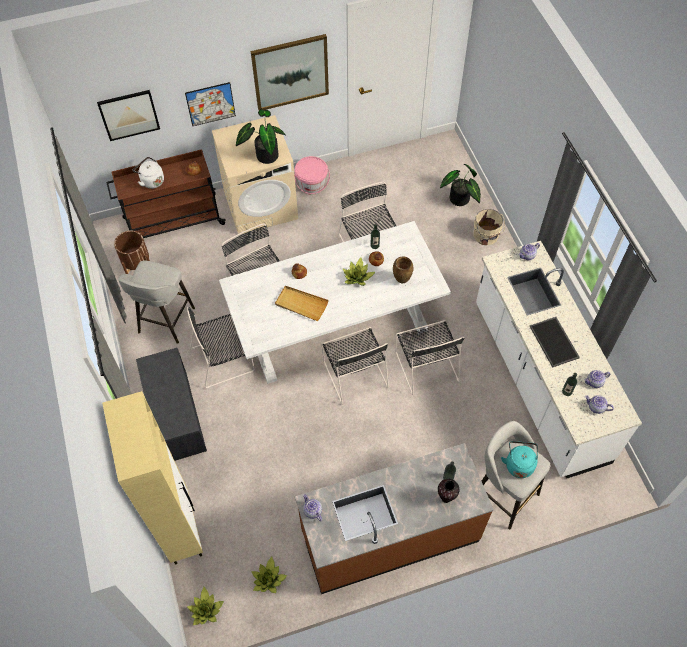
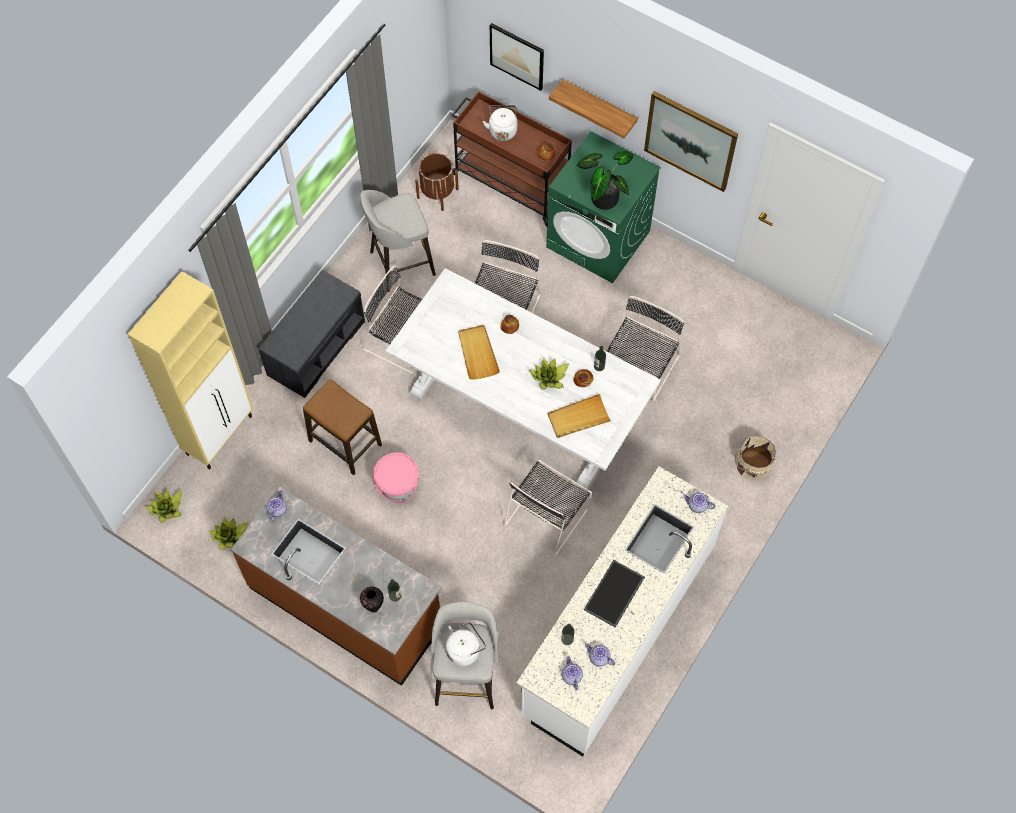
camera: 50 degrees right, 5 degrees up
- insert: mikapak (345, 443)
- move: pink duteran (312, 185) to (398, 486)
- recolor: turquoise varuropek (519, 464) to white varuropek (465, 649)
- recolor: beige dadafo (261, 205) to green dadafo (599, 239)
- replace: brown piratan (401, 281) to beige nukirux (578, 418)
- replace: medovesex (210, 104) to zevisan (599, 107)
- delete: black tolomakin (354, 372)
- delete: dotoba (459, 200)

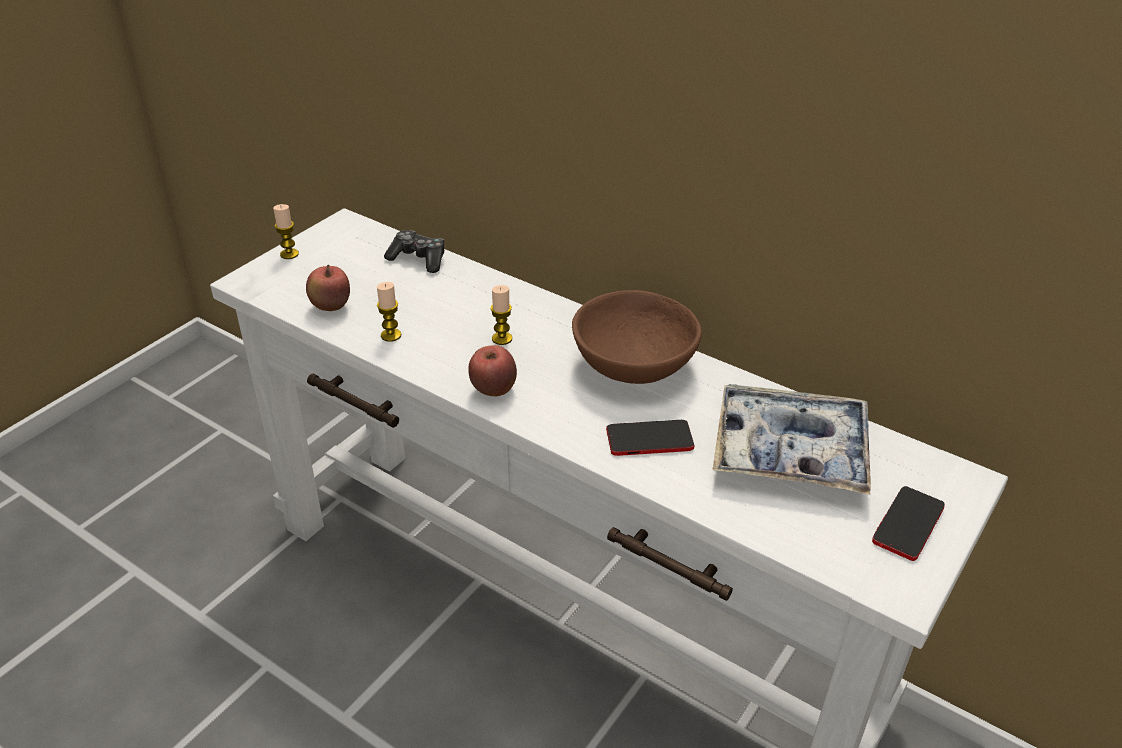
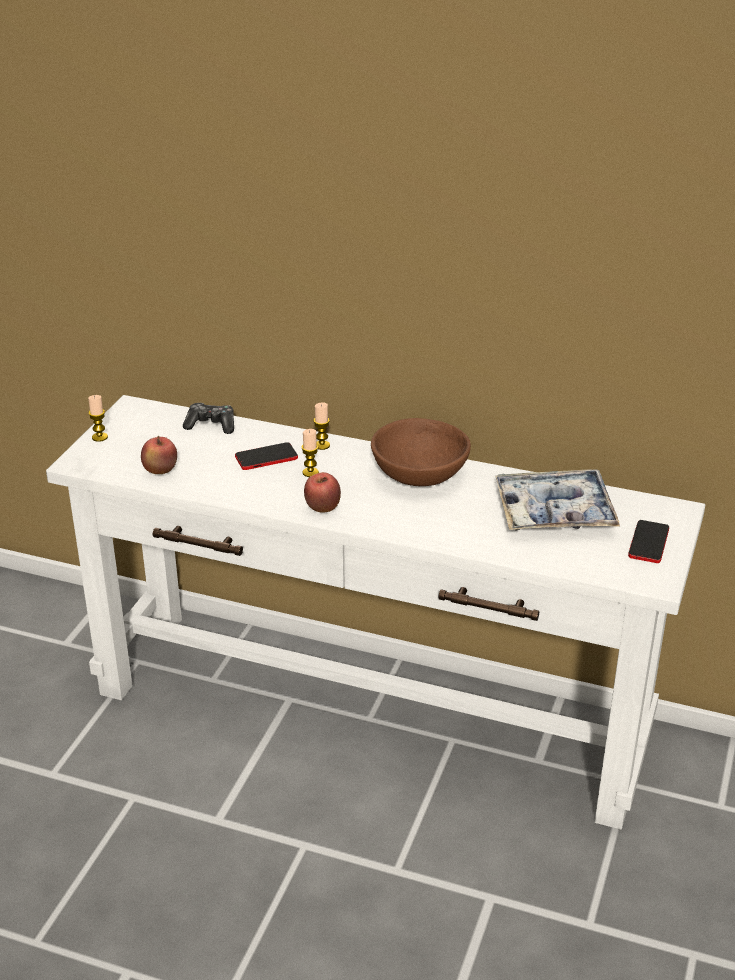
camera: 15 degrees left, 5 degrees down
- move: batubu (649, 439) to (266, 457)
- move: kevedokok (391, 335) to (322, 445)

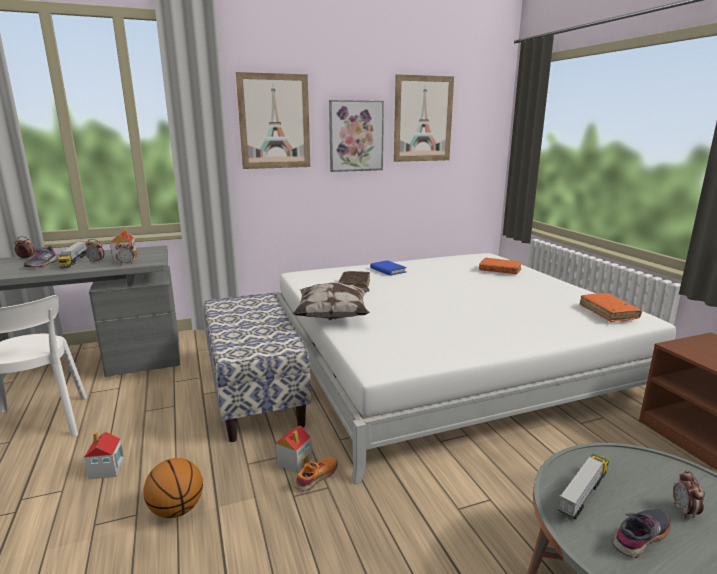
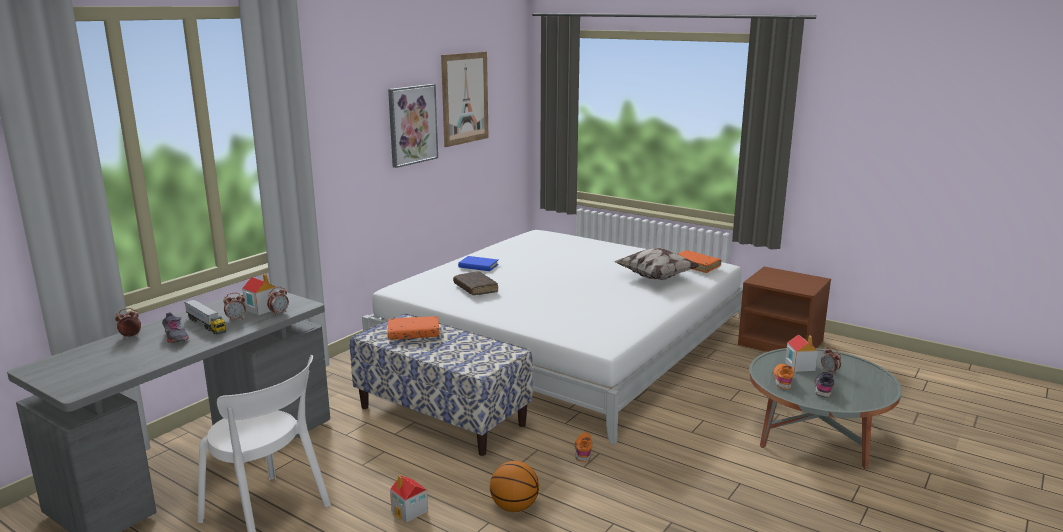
camera: 35 degrees left, 0 degrees up
- move: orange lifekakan (500, 270) to (413, 334)
- move: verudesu (334, 316) to (656, 277)
- replace: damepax (583, 494) to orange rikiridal (782, 380)
- move: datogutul (294, 461) to (799, 366)
- delete: medovesex (274, 121)

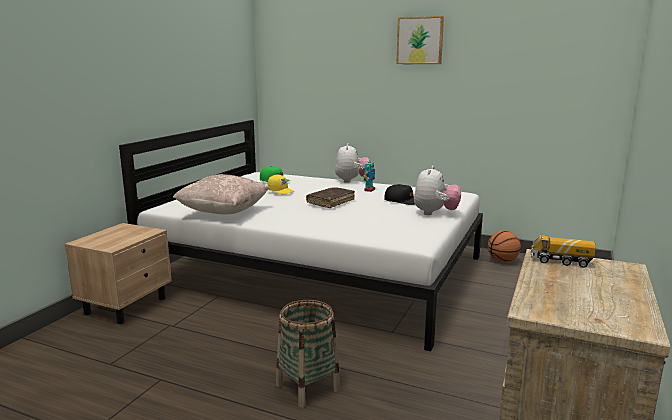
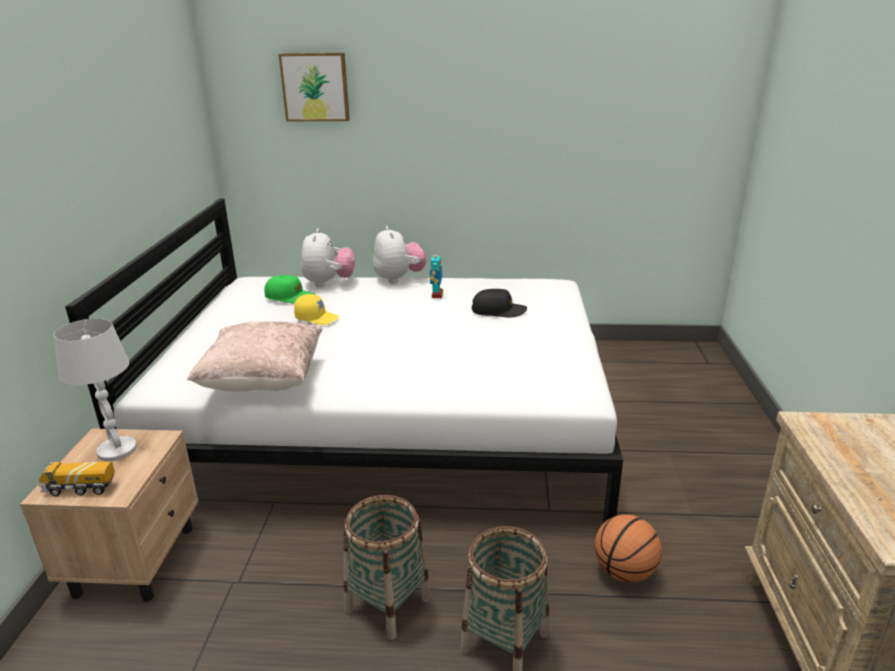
camera: 20 degrees left, 10 degrees up
- move: damepax (560, 262) to (80, 488)
- insert: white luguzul (116, 450)
- move: medovesex (420, 40) to (315, 87)
- move: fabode (435, 213) to (328, 283)
- insert: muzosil (387, 604)
- move: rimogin (502, 261) to (624, 572)
- delete: brown lifekakan (330, 202)

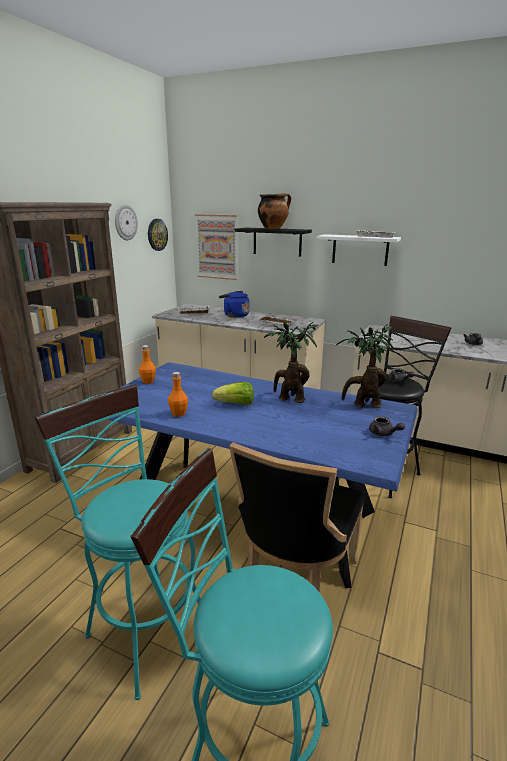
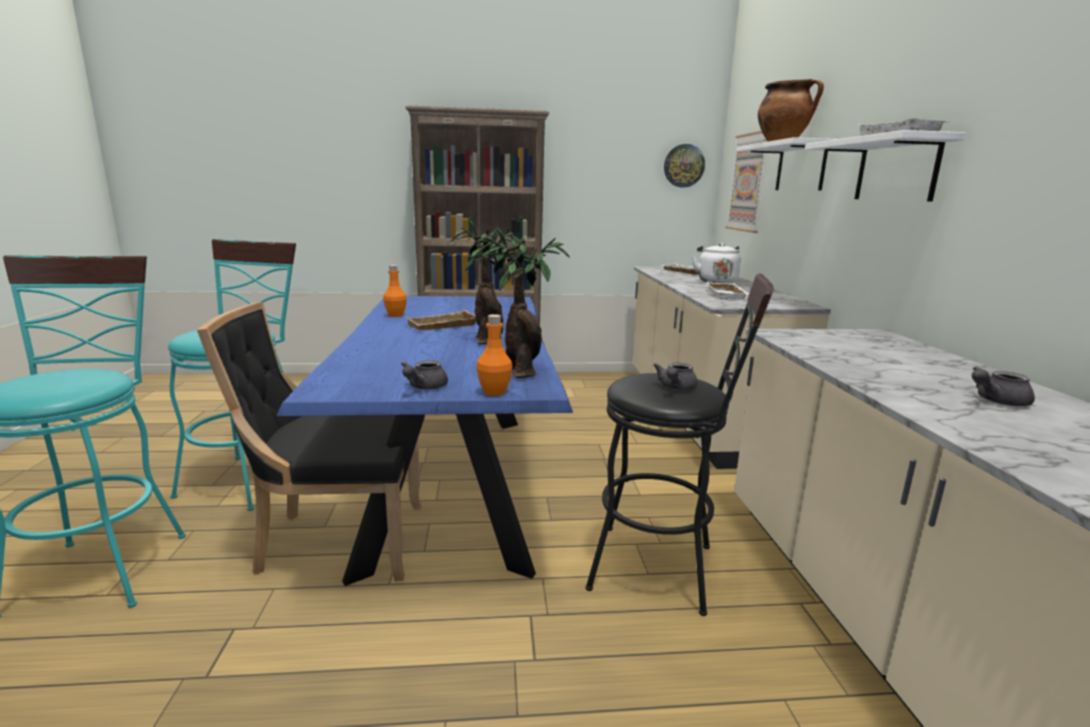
camera: 60 degrees right, 5 degrees down
- replace: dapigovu (236, 404) to beige nukirux (442, 326)
- move: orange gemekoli (148, 381) to (494, 392)
- recolor: blue varuropek (234, 315) to white varuropek (716, 281)
- recolor: black zevisan (277, 241) to white zevisan (800, 167)
- delete: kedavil (125, 222)

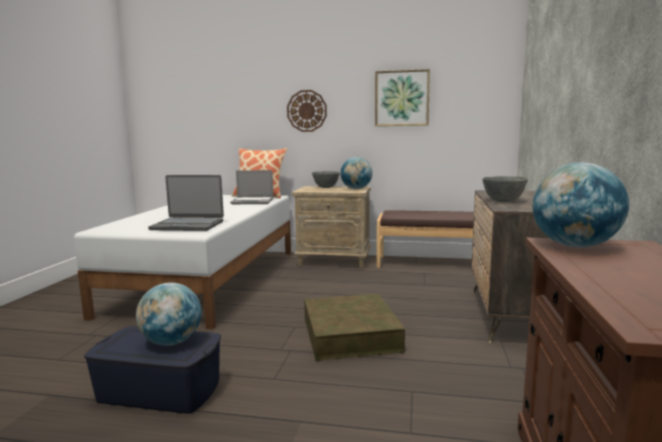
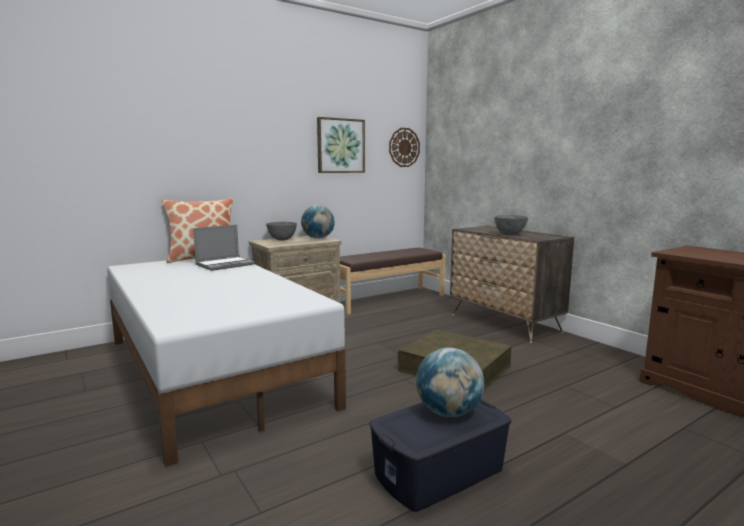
camera: 45 degrees left, 0 degrees up
- move: kedavil (306, 111) to (404, 147)
- delete: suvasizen (188, 225)
- delete: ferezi (574, 246)

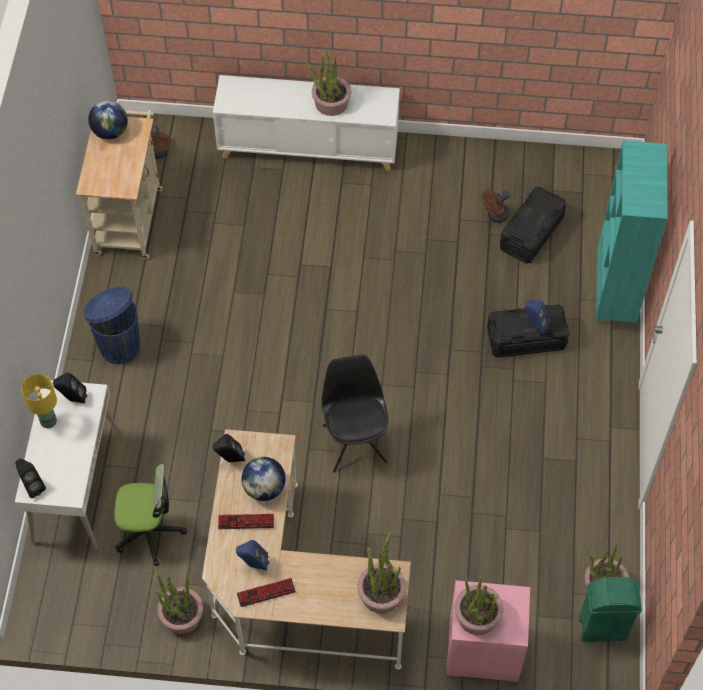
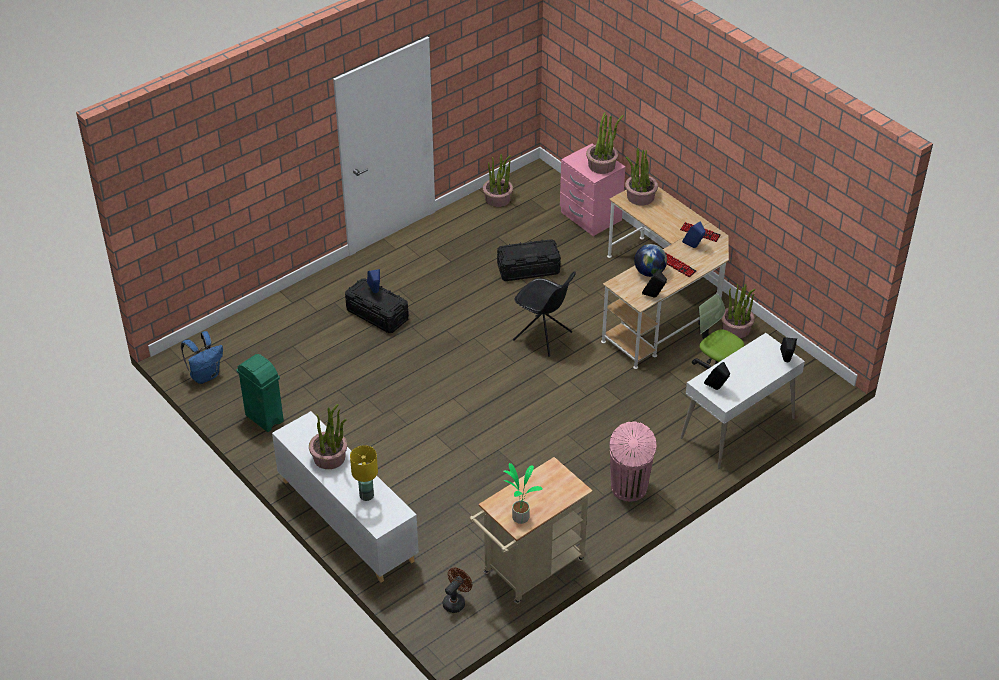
camera: 135 degrees left, 15 degrees down
- insert: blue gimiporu (205, 375)
- move: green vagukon (601, 628) to (264, 418)
- move: yellow luguzul (48, 421) to (366, 496)
- move: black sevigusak (531, 233) to (528, 269)
- replace: ferezi (110, 132) to dotoba (520, 516)
- rotate: black tolomakin (354, 442) = (543, 336) 90 degrees counterclockwise
- recolor: blue vagukon (119, 346) to pink vagukon (629, 488)
- delete: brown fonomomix (495, 216)
- delete: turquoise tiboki (614, 297)

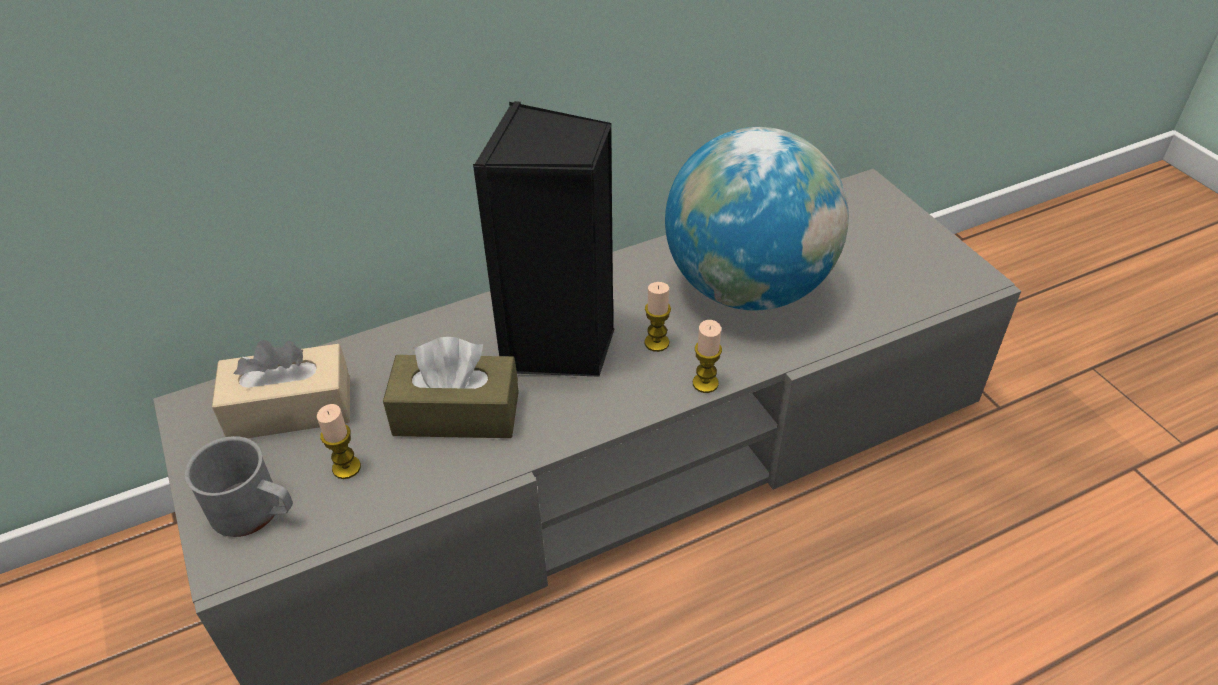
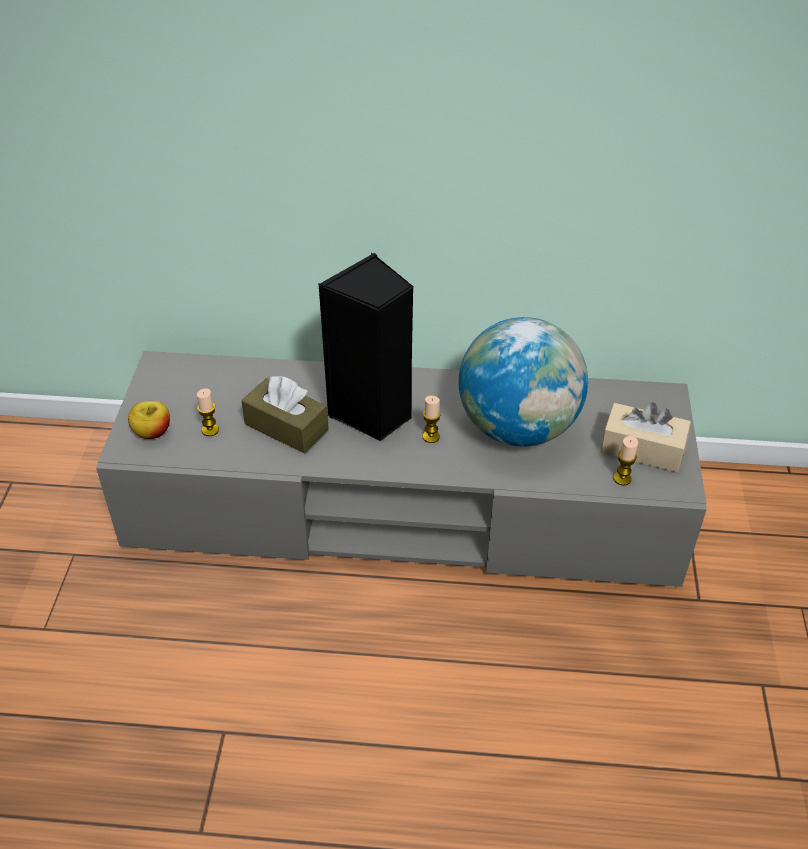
camera: 30 degrees right, 0 degrees up
- replace: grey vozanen (255, 512) to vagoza (152, 432)
- move: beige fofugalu (290, 409) to (642, 449)
- move: kevedokok (705, 383) to (622, 478)

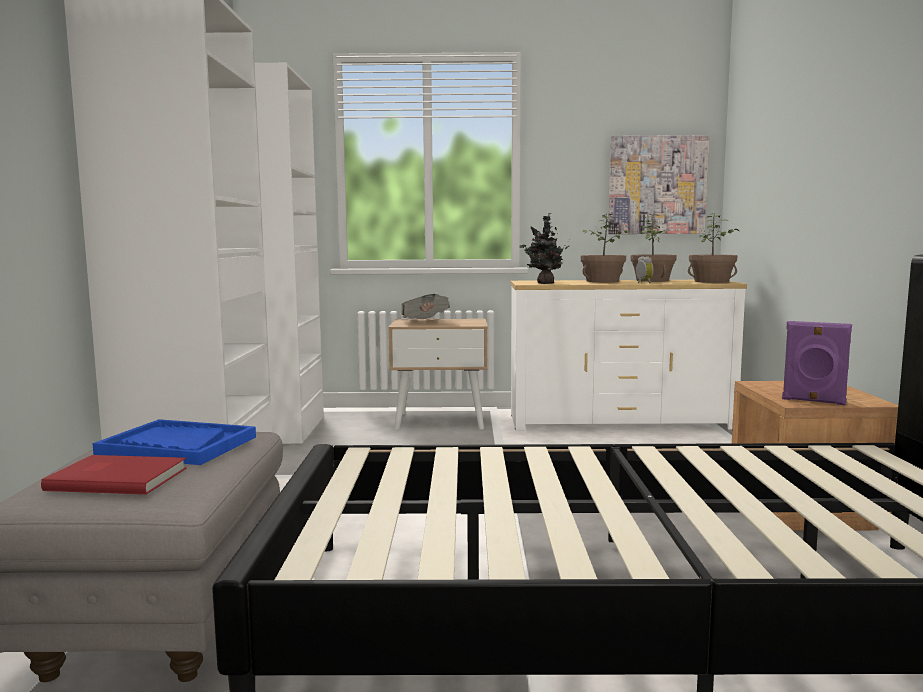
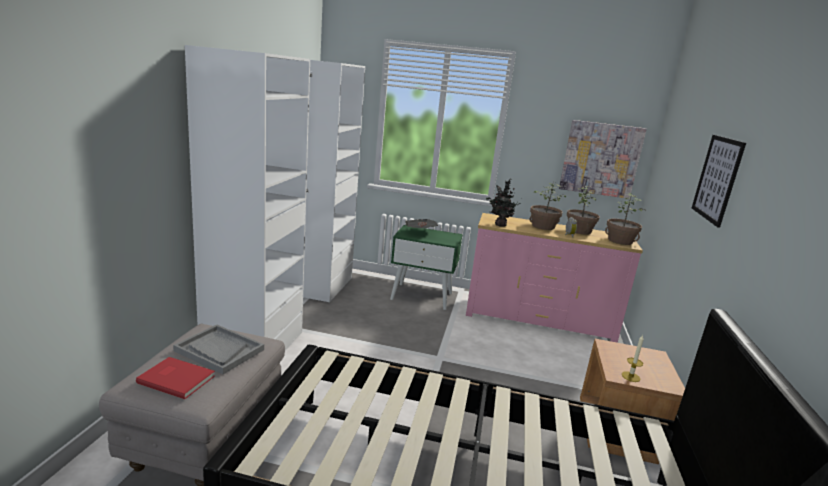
camera: 10 degrees right, 10 degrees up
- recolor: blue nukirux (177, 446) to grey nukirux (219, 350)
- recolor: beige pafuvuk (440, 420) to green pafuvuk (422, 296)
- recolor: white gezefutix (618, 421) to pink gezefutix (538, 319)
- replace: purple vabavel (813, 401) to kevedokok (630, 376)
- insert: medovesex (717, 179)

